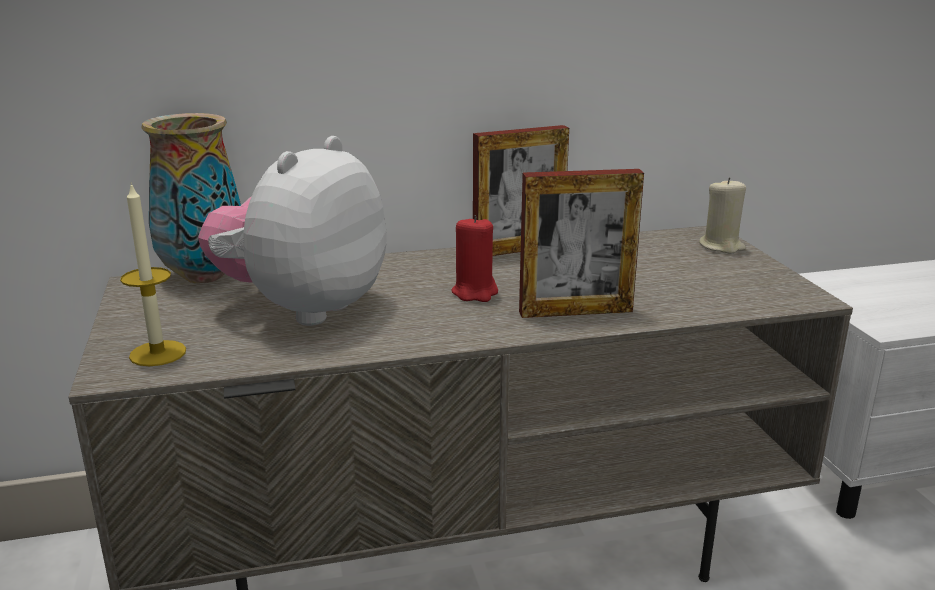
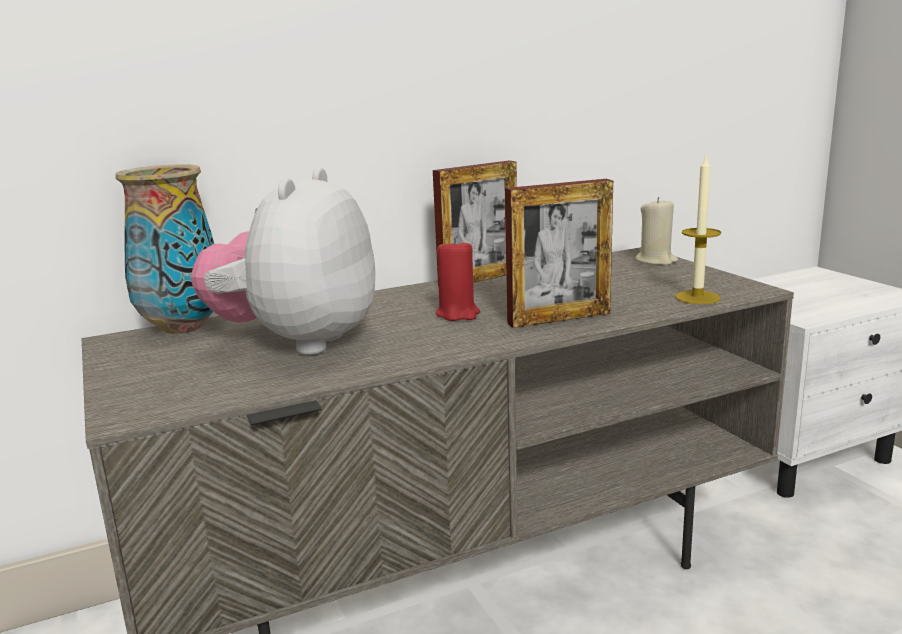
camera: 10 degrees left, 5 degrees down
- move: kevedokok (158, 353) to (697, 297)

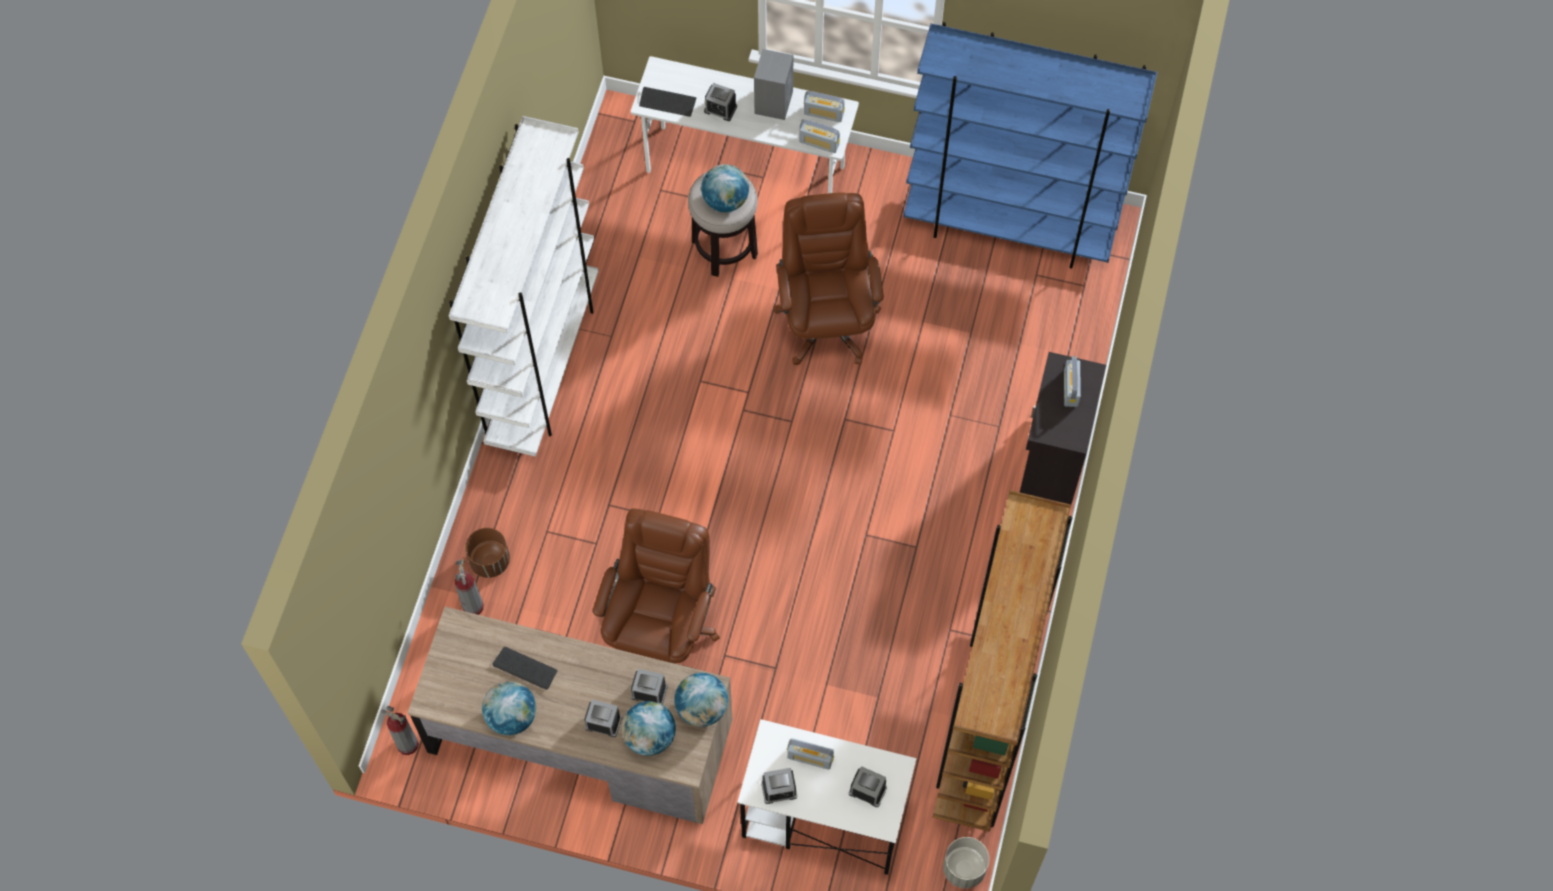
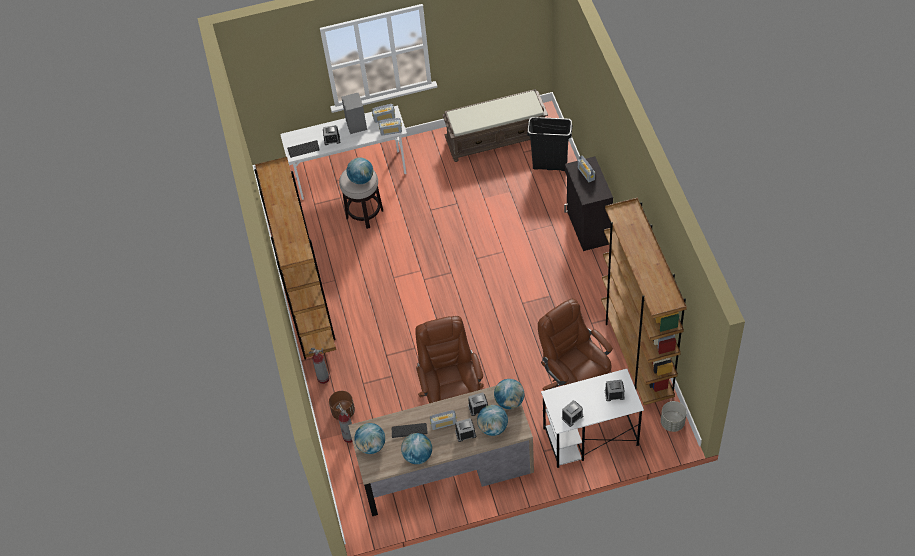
camera: 25 degrees left, 10 degrees down
- recolor: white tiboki (544, 365) to brown tiboki (309, 310)
- move: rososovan (407, 744) to (323, 378)
- insert: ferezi (371, 446)
- move: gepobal (810, 757) to (443, 423)
- replace: blue tiboki (1009, 228) to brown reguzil (496, 139)
- insert: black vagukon (550, 165)
- move: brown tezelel (826, 321) to (575, 381)

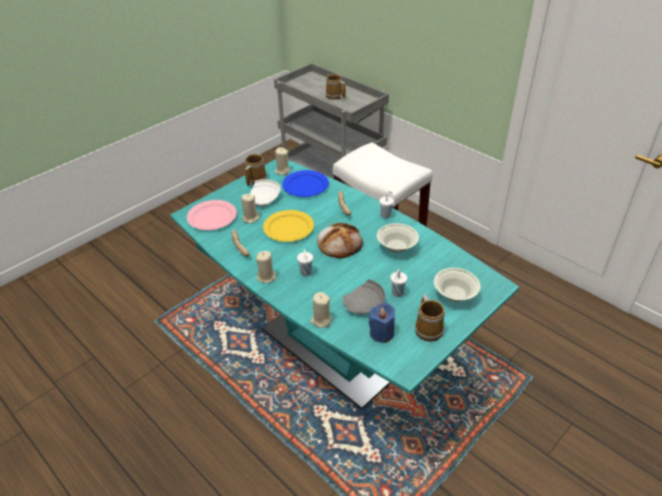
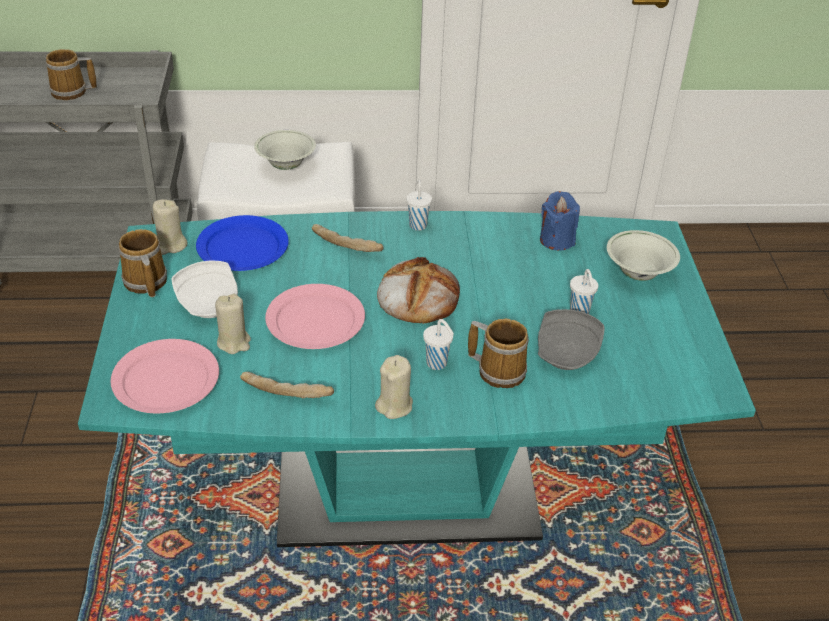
camera: 50 degrees left, 0 degrees up
- move: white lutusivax (396, 248) to (286, 165)
- recolor: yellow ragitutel (288, 228) to pink ragitutel (314, 321)
- move: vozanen (429, 329) to (499, 369)
- move: blue kevedokok (381, 333) to (557, 240)
- delete: beige kevedokok (321, 320)

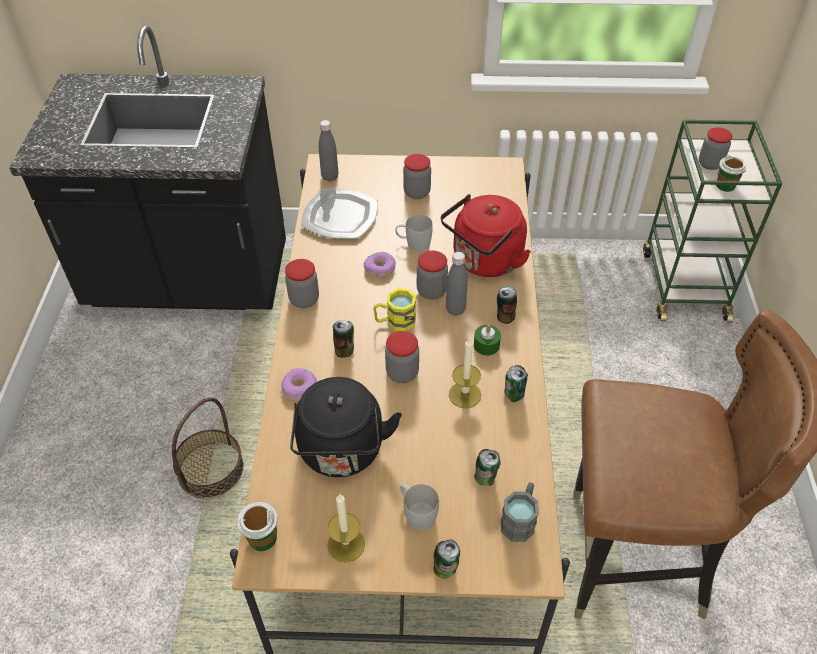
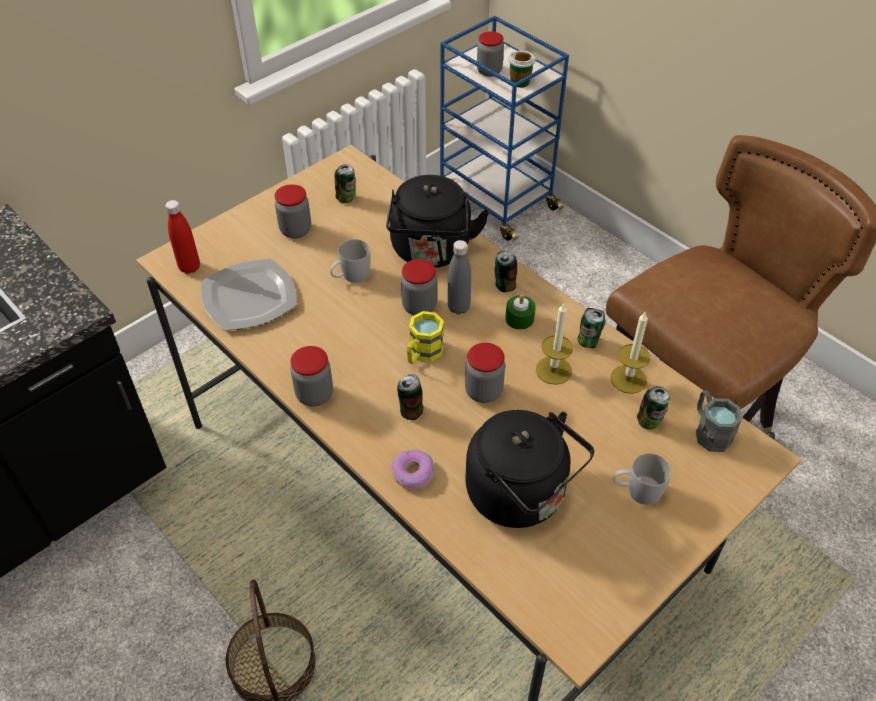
camera: 45 degrees left, 0 degrees up
- recolor: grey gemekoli (330, 177) to red gemekoli (189, 267)
- move: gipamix (446, 569) to (347, 198)
- recolor: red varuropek (484, 261) to black varuropek (431, 252)
- recolor: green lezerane (683, 284) to blue lezerane (495, 201)
- move: kevedokok (346, 545) to (628, 379)
- delete: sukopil (262, 538)
- delete: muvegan (380, 268)

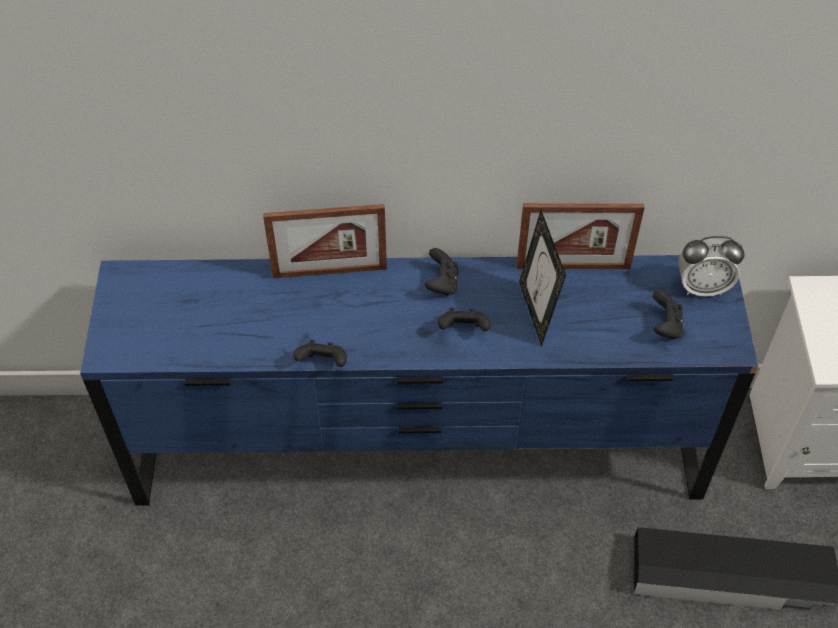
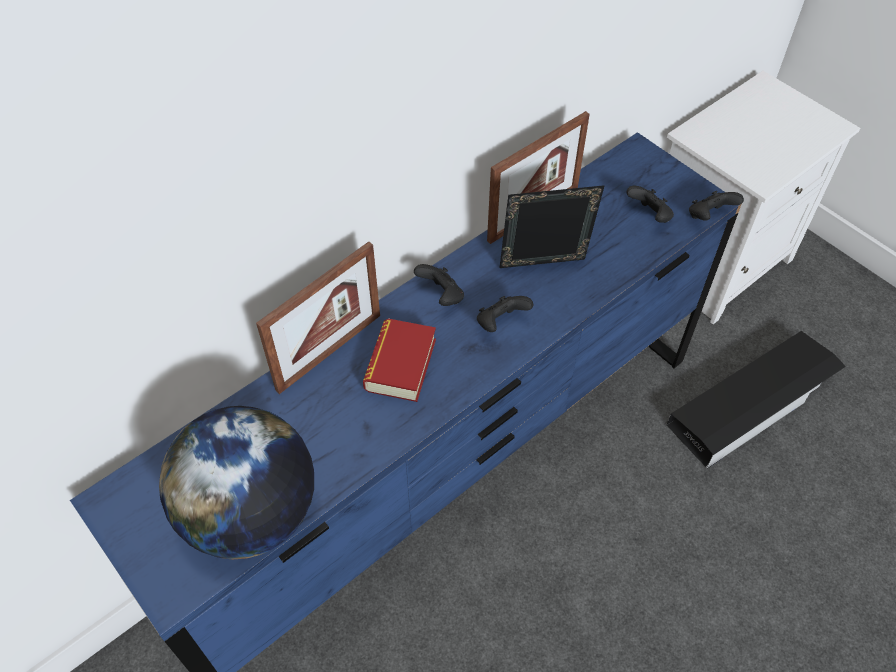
camera: 40 degrees left, 0 degrees up
- insert: ferezi (252, 514)
- insert: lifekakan (400, 365)
- rotate: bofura (536, 312) = (543, 269) 135 degrees clockwise
- move: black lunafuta (323, 363) to (709, 217)
- delete: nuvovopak (702, 287)

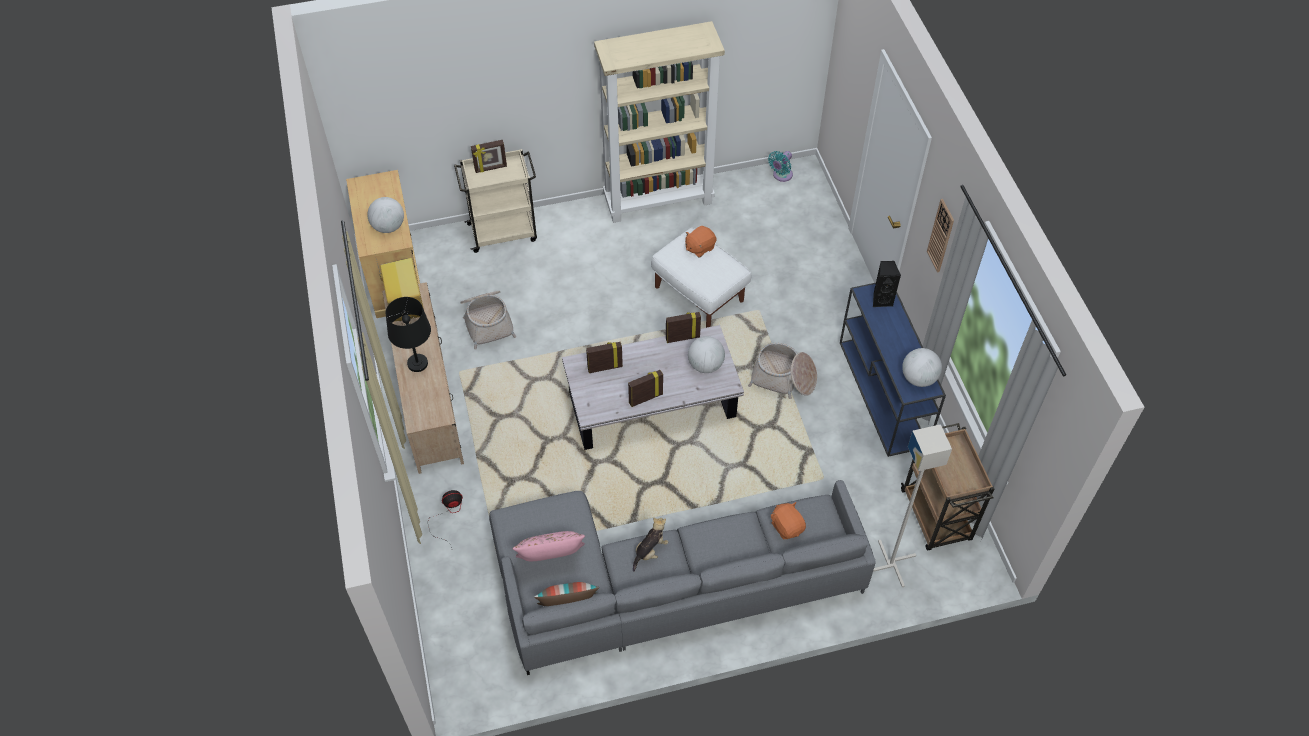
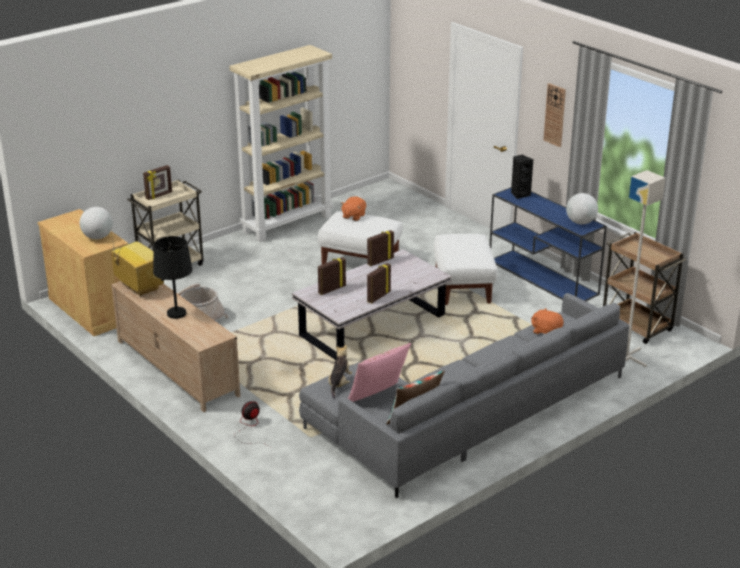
camera: 25 degrees left, 25 degrees down
- move: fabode (650, 551) to (339, 384)
- replace: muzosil (783, 378) to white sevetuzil (463, 287)
- delete: ferezi (705, 365)
- delete: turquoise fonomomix (781, 175)

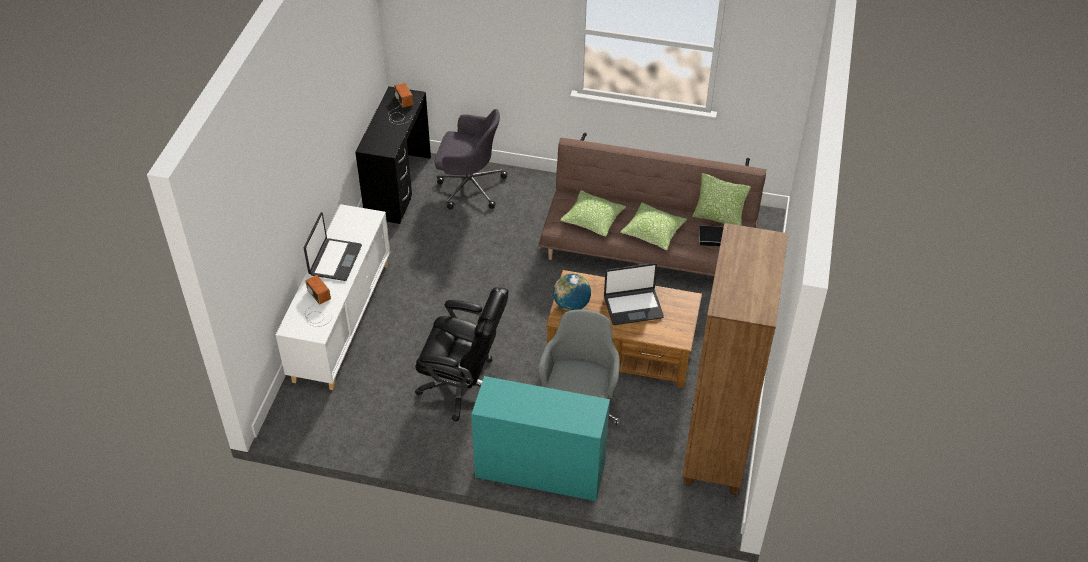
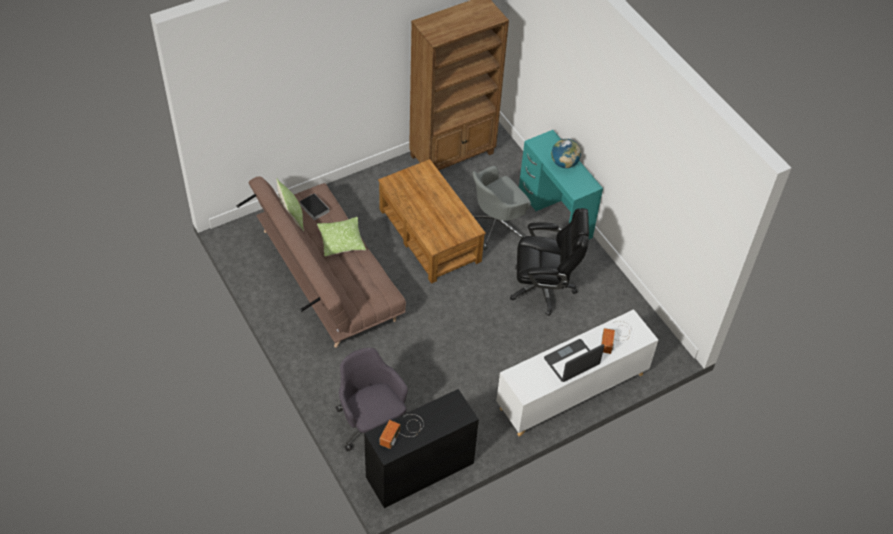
camera: 135 degrees left, 5 degrees up
- rotate: black tezelel (463, 386) = (544, 287) 120 degrees clockwise
- move: ferezi (571, 305) to (564, 163)
- delete: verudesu (592, 219)
- delete: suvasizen (633, 307)

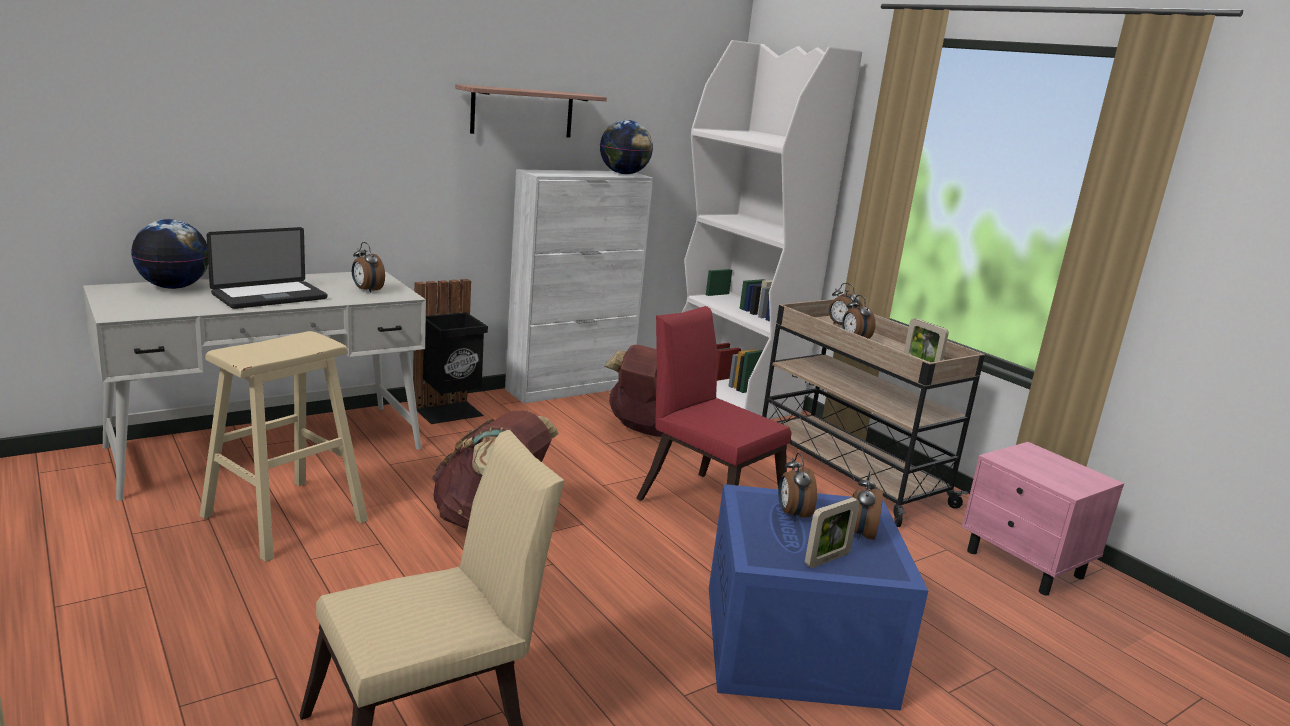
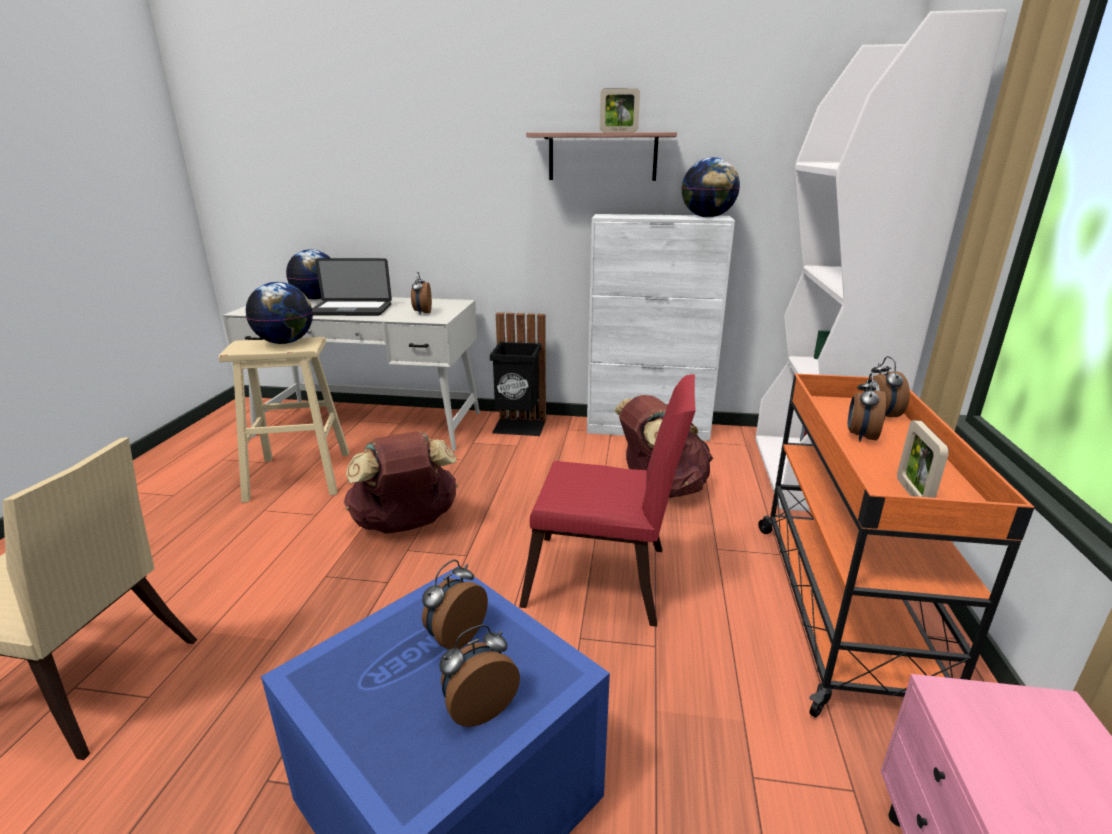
camera: 45 degrees right, 5 degrees up
- insert: ferezi (285, 342)
- rotate: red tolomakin (705, 503) = (606, 581) 105 degrees clockwise
- move: bofura (827, 559) to (618, 132)
- recolor: beige lezerane (846, 472) to orange lezerane (840, 608)

